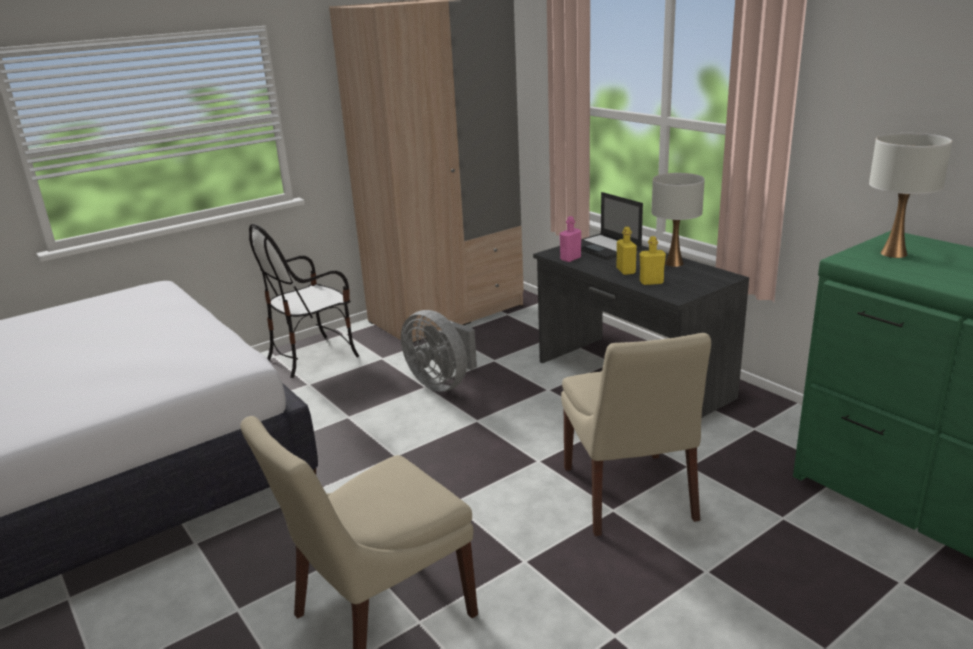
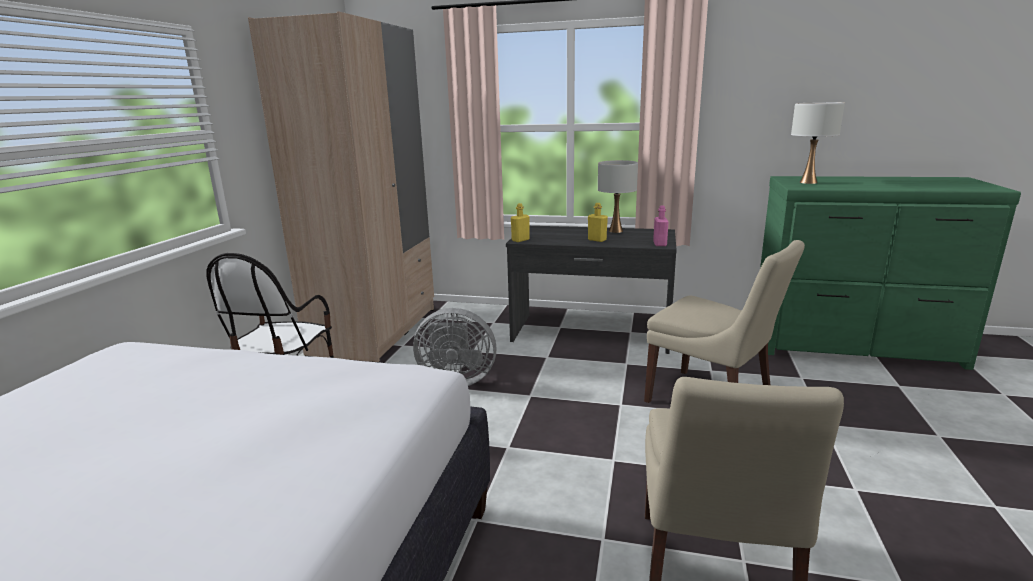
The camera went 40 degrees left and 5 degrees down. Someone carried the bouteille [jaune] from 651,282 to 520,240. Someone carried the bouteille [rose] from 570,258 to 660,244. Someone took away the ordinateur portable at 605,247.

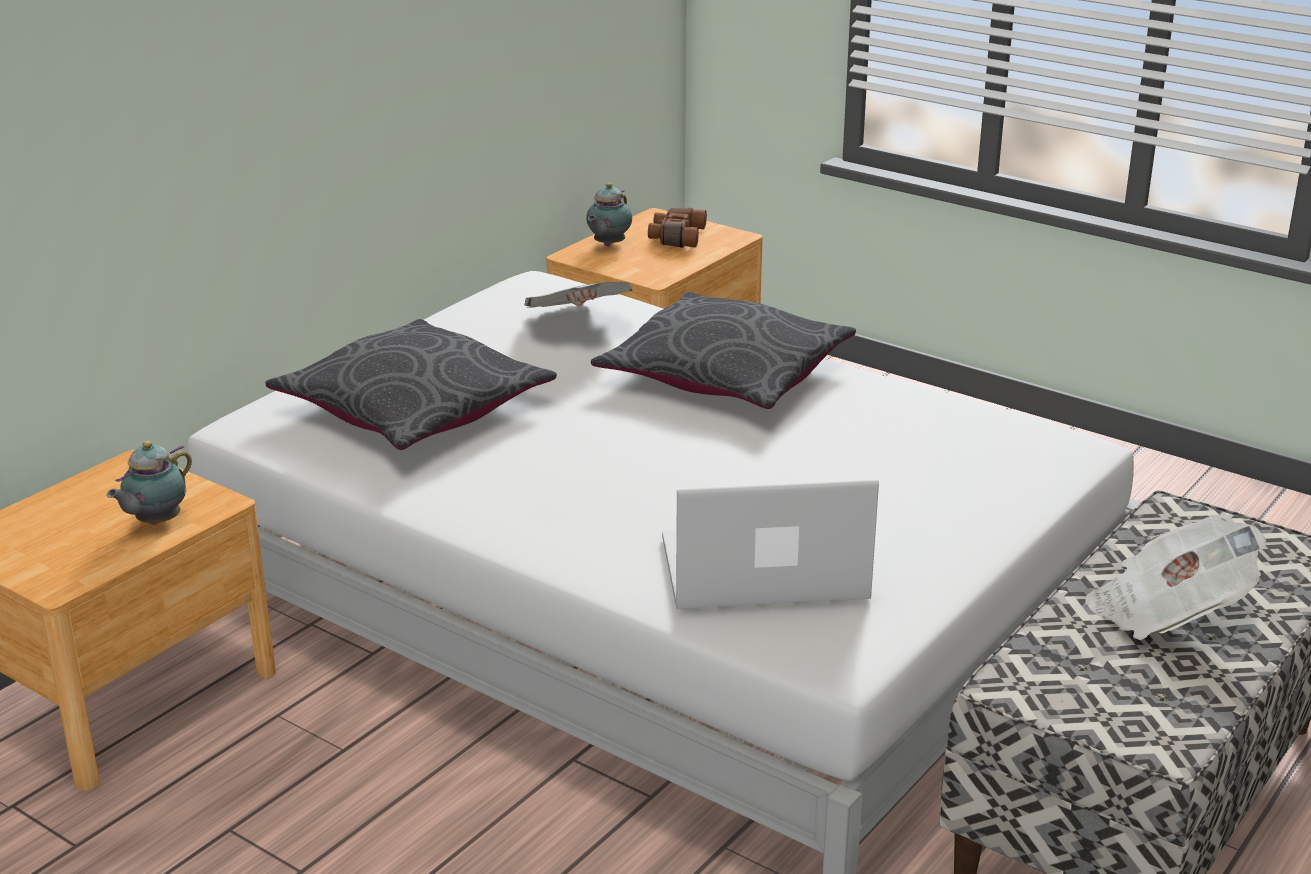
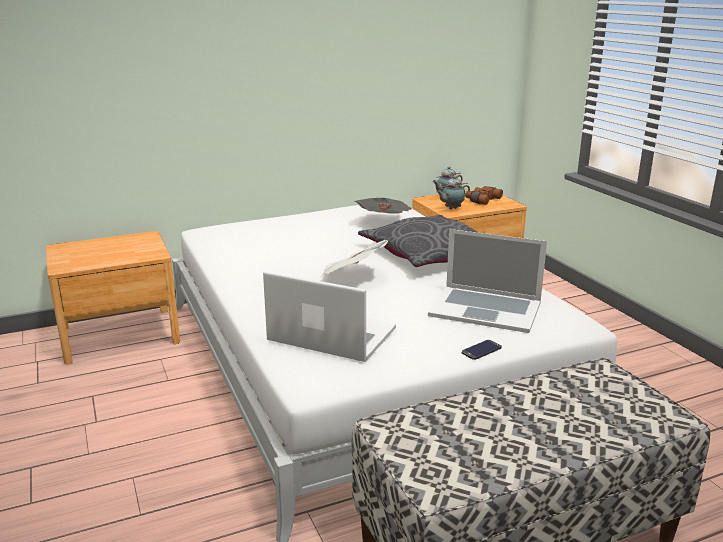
The camera went 30 degrees right and 5 degrees down. Someone carried the journal from 1167,613 to 352,275. Someone put down the ordinateur portable at 485,309. Someone carried the théière from 156,522 to 451,209. Someone put down the téléphone at 481,350. Someone took away the coussin [gris] at 413,408.

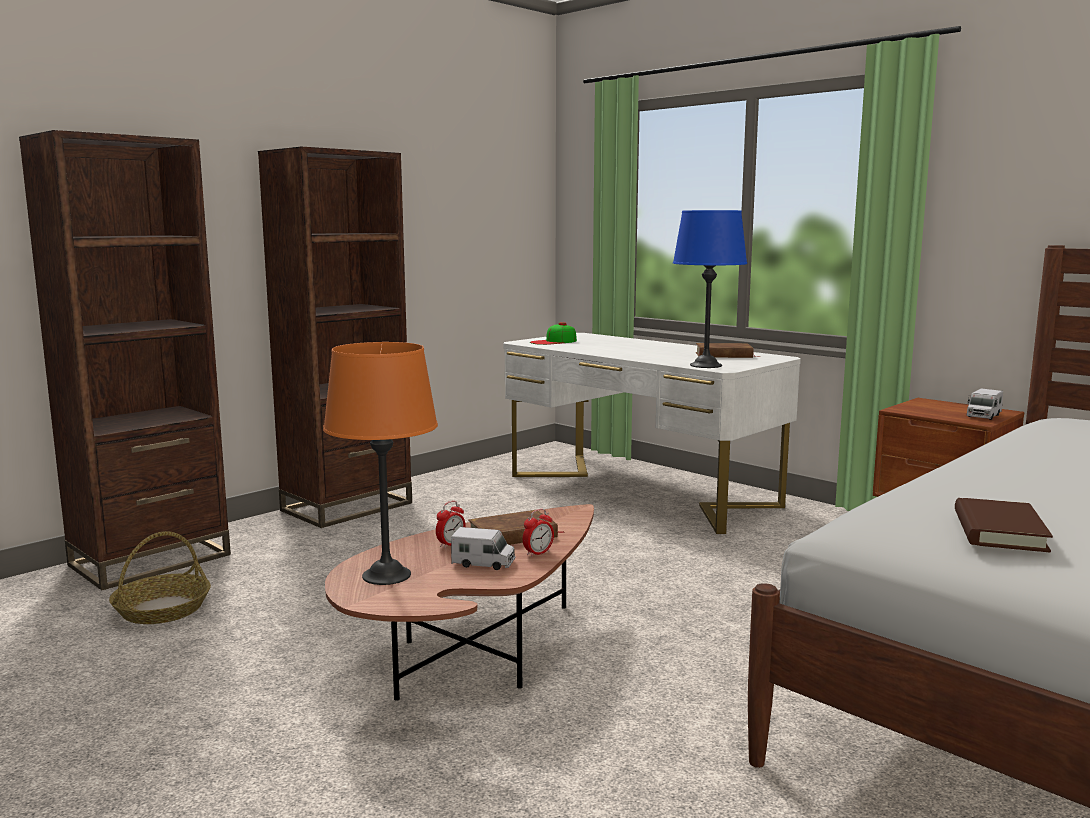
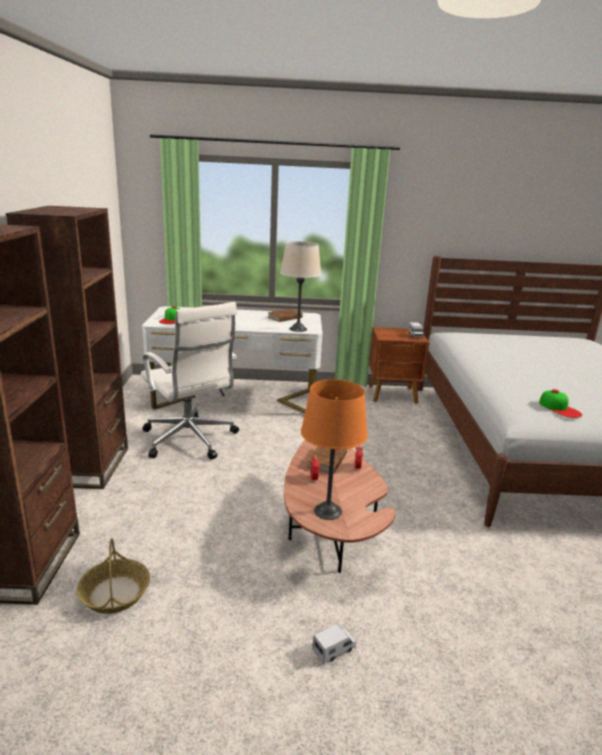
The camera went 45 degrees left and 10 degrees up. Someone put down the chaise de bureau [blanc] at 190,440. Someone repainted the lampe de table [bleu] at 705,365, which became the lampe de table [beige] at 298,329. Someone carried the camion jouet from 483,563 to 334,650. Someone swapped the livre [marron] at 999,531 for the casquette at 559,408.

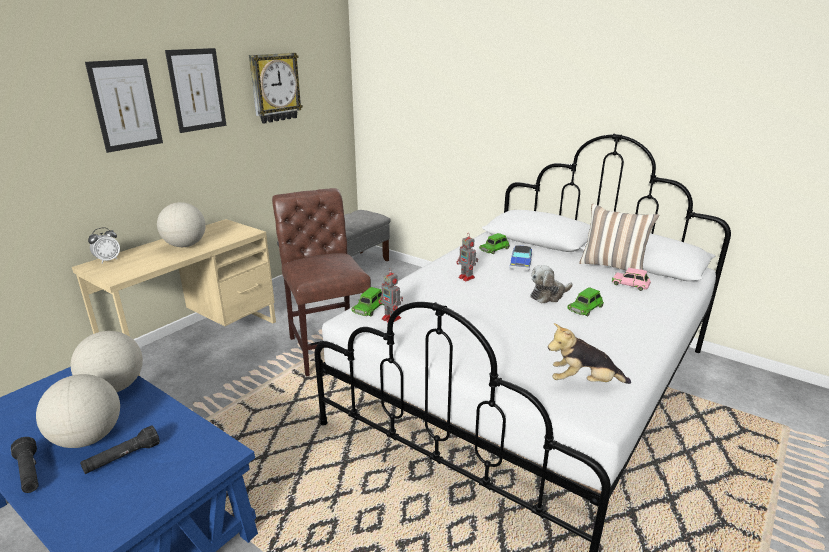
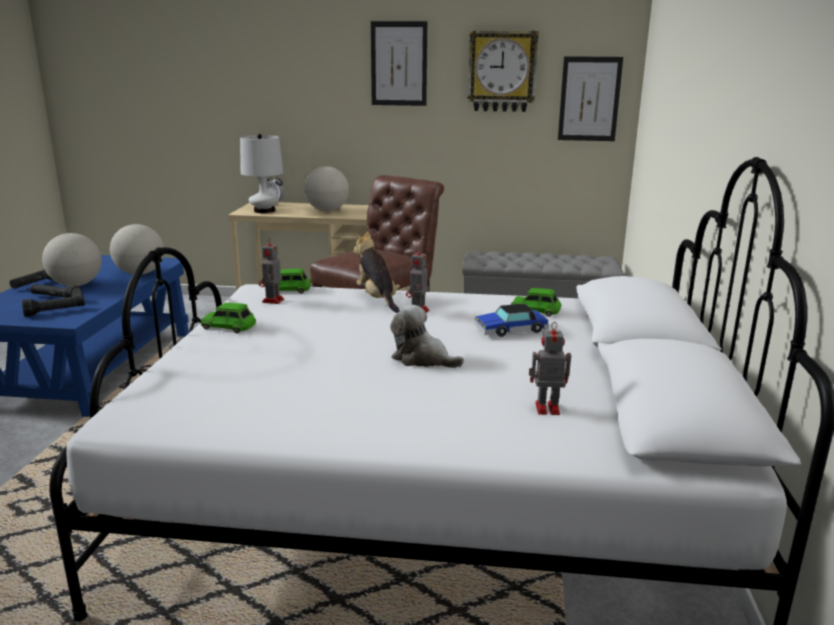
The camera went 60 degrees right and 5 degrees down. Someone put down the lampe de poche [noir] at 55,312. Someone carried the petite voiture [vert] from 585,307 to 229,326. Someone put down the lampe de table [blanc] at 264,211. Someone carried the peluche from 583,382 to 377,299. Someone swapped the petite voiture [rose] at 630,284 for the robot jouet at 545,408. Someone carried the tableau from 126,105 to 589,99. Someone took away the coussin at 613,266.

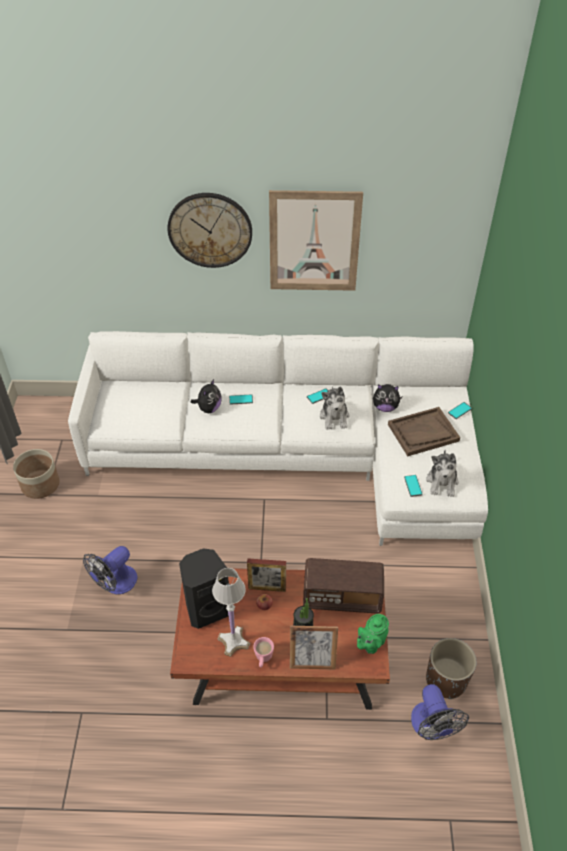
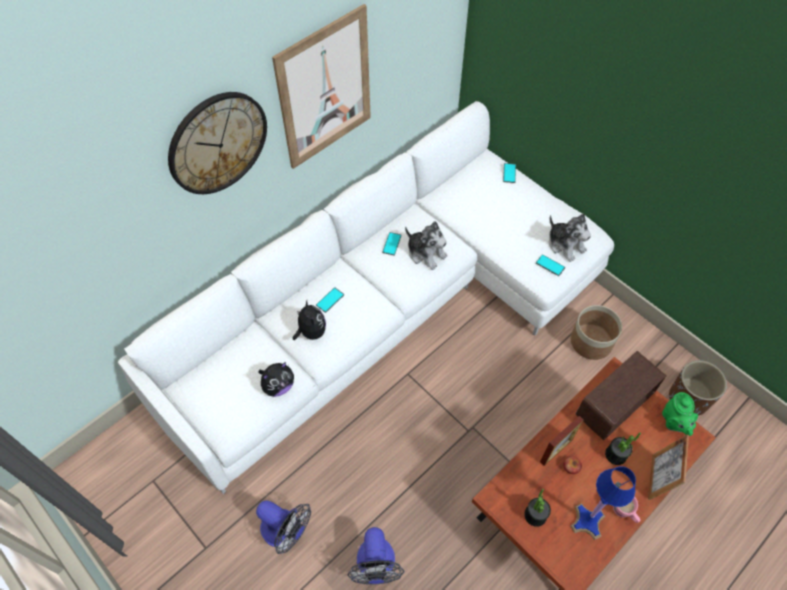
The camera went 45 degrees left and 10 degrees up. Someone carried the ventilateur from 432,727 to 286,531. Someone carried the peluche from 385,407 to 278,386. Someone swapped the enceinte [noir] at 207,609 for the plante en pot at 535,515. Someone carried the cache-pot from 40,484 to 591,341. Someone repainted the lampe de table [blanc] at 234,642, which became the lampe de table [bleu] at 588,521. Someone rotated the cadre photo at 312,662 by 150 degrees clockwise. Someone took away the plateau [marron] at 423,433.

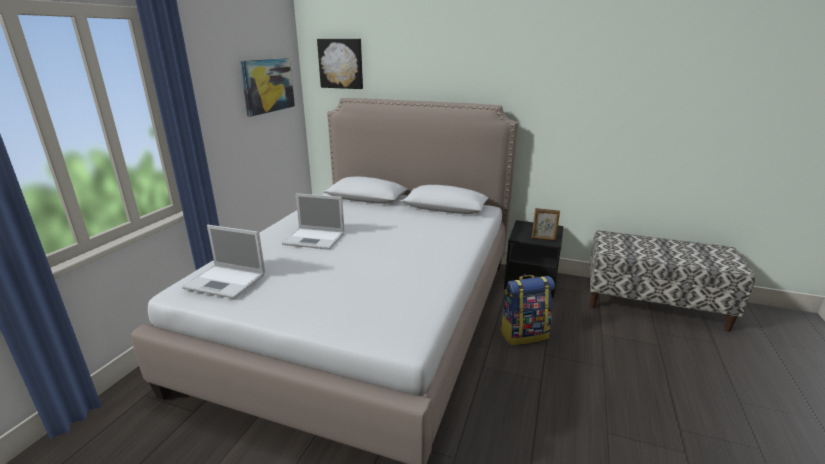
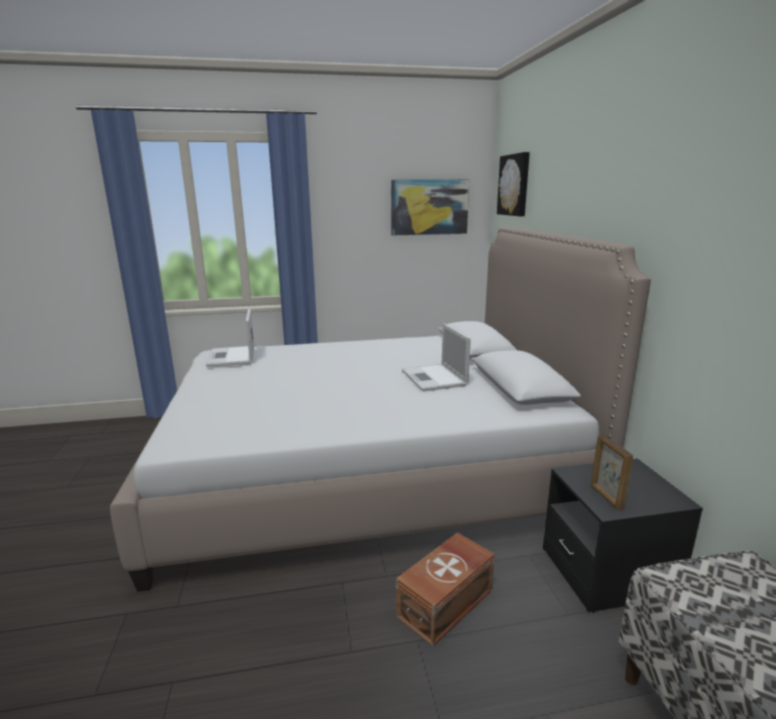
The camera went 60 degrees right and 5 degrees down. Someone swapped the sac à dos at 524,334 for the boîte de rangement [marron] at 447,603. Someone carried the ordinateur portable from 315,239 to 434,378.

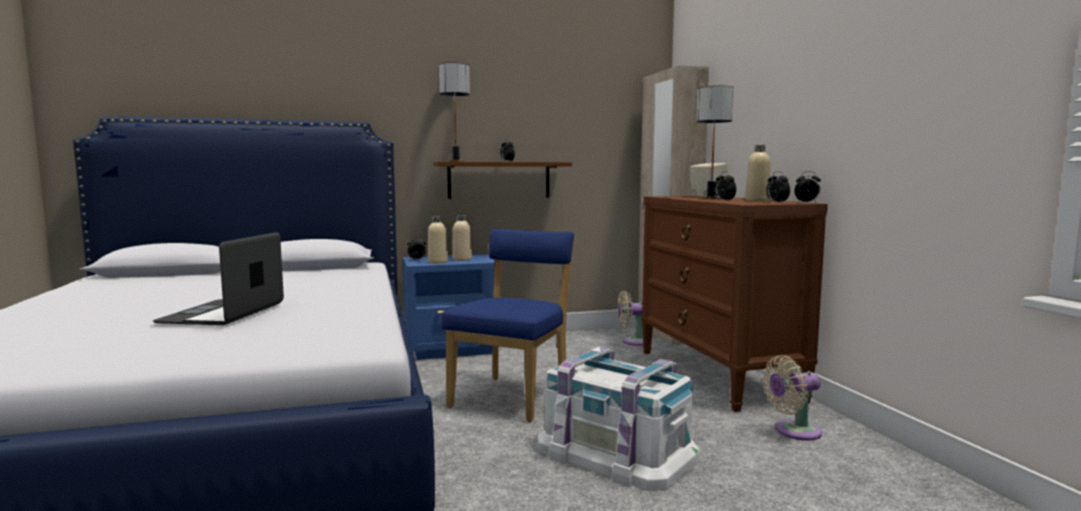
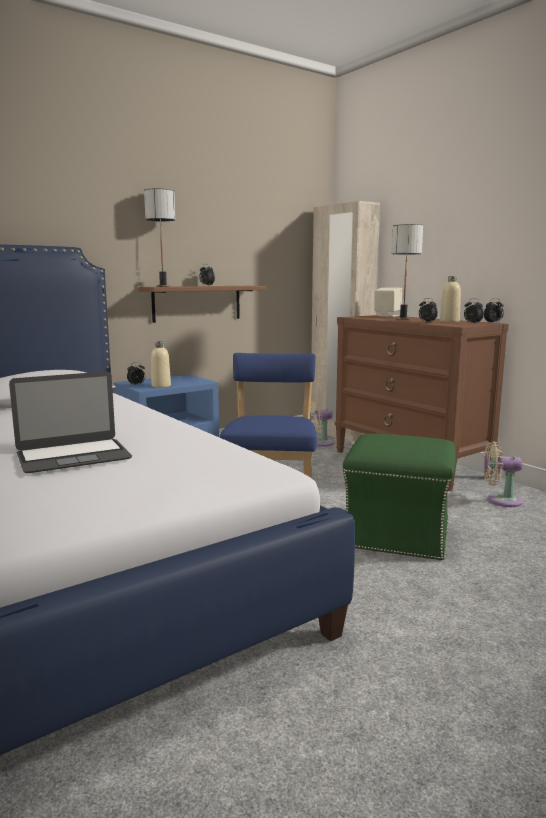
The camera went 20 degrees left and 5 degrees up. Someone rotated the ordinateur portable at 223,313 by 105 degrees counterclockwise. Someone swapped the boîte de rangement [blanc] at 617,452 for the pouf [vert] at 398,534. Someone rotated the ventilateur [beige] at 793,431 by 45 degrees clockwise. Someone took away the bouteille [beige] at 462,259.

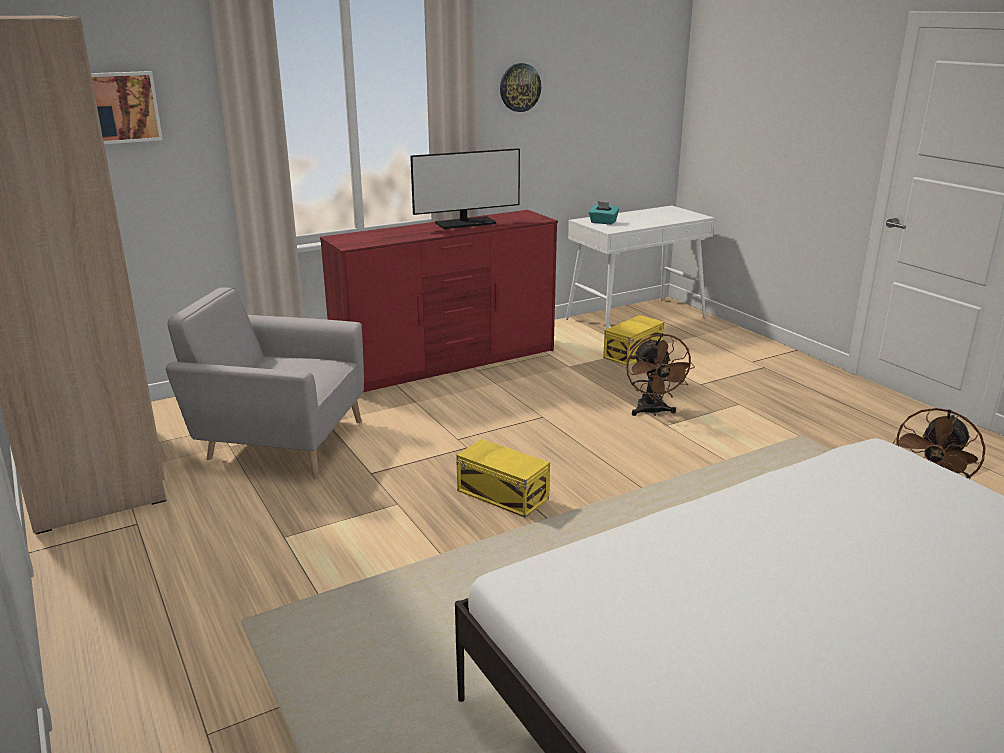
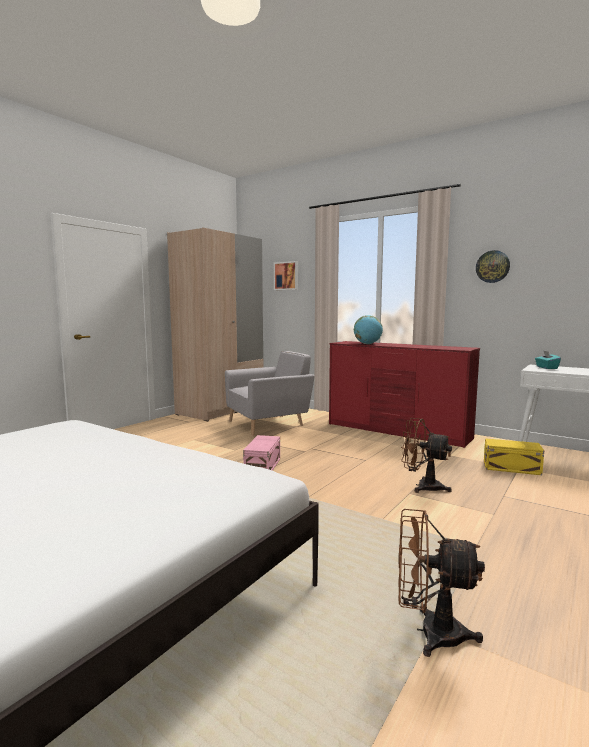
The camera went 65 degrees right and 15 degrees down. Someone rotated the fauteuil [gris] at 279,442 by 75 degrees clockwise. Someone repainted the boîte de rangement [jaune] at 502,494, which became the boîte de rangement [rose] at 263,466. Someone put down the globe at 367,344. Someone rotated the ventilateur [marron] at 652,412 by 60 degrees clockwise. Someone took away the écran d'ordinateur at 465,223.

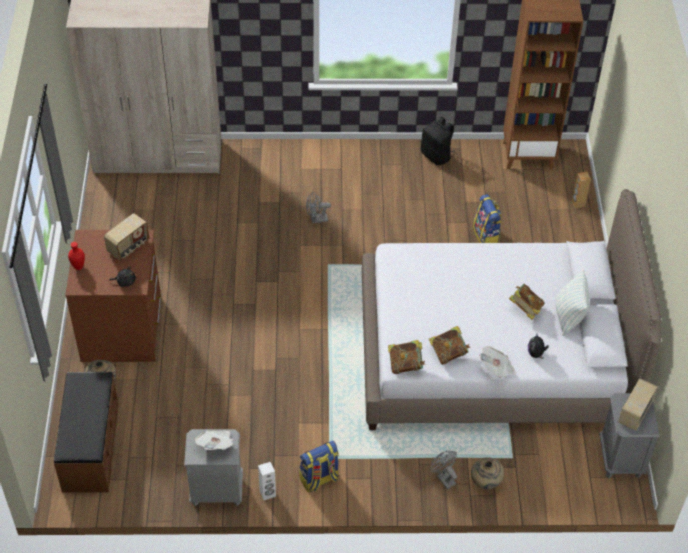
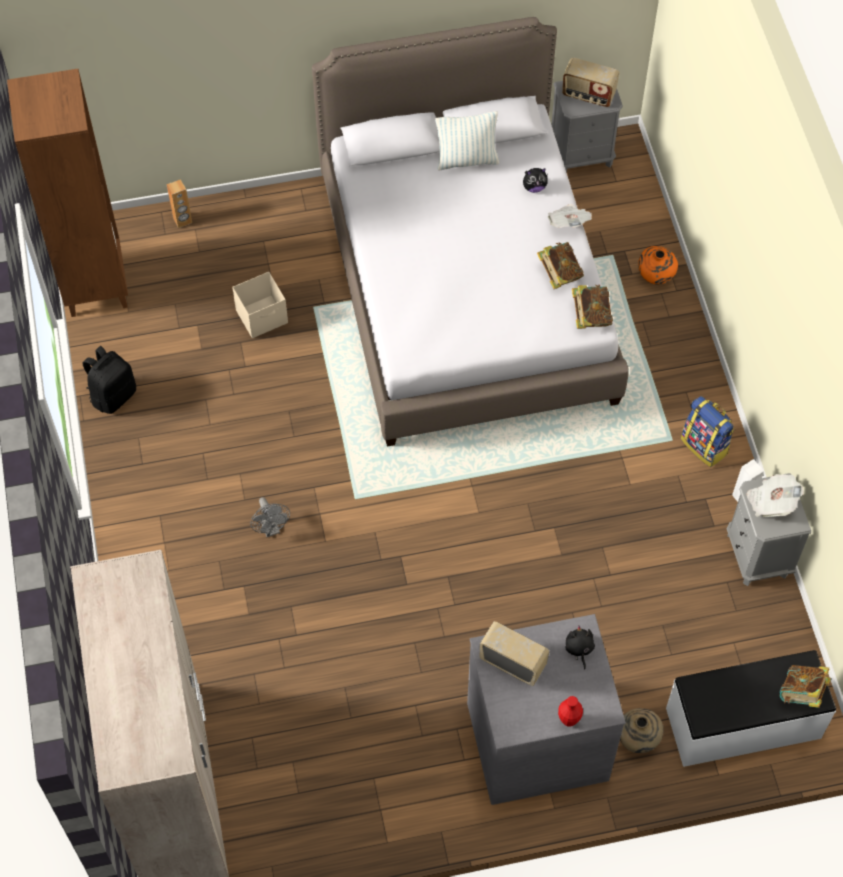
The camera went 100 degrees left and 10 degrees up. Someone swapped the sac à dos at 486,236 for the boîte de rangement [beige] at 263,317. Someone repainted the commode [marron] at 123,329, which became the commode [gris] at 536,739. Someone repainted the vase [beige] at 485,483, which became the vase [orange] at 655,277. Someone repainted the banc [marron] at 90,447, which became the banc [blanc] at 743,724. Someone carried the livre from 525,309 to 801,693. Someone took away the ventilateur [gris] at 443,478.

